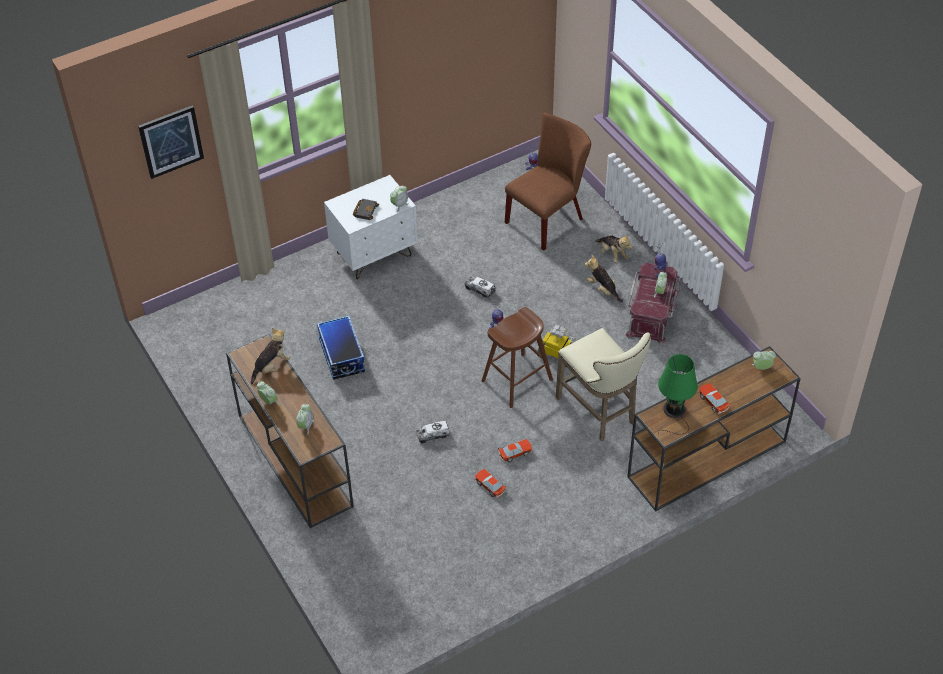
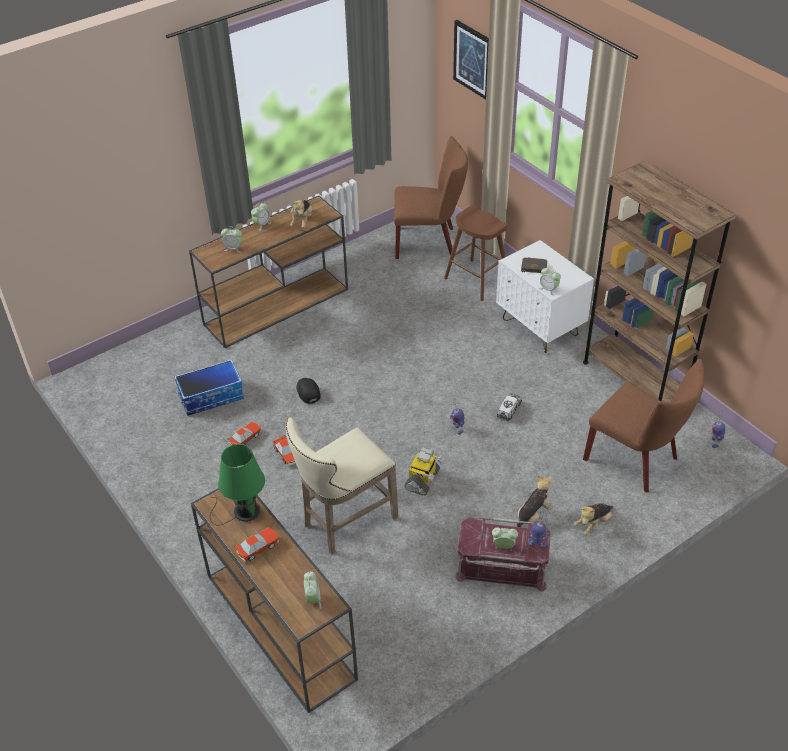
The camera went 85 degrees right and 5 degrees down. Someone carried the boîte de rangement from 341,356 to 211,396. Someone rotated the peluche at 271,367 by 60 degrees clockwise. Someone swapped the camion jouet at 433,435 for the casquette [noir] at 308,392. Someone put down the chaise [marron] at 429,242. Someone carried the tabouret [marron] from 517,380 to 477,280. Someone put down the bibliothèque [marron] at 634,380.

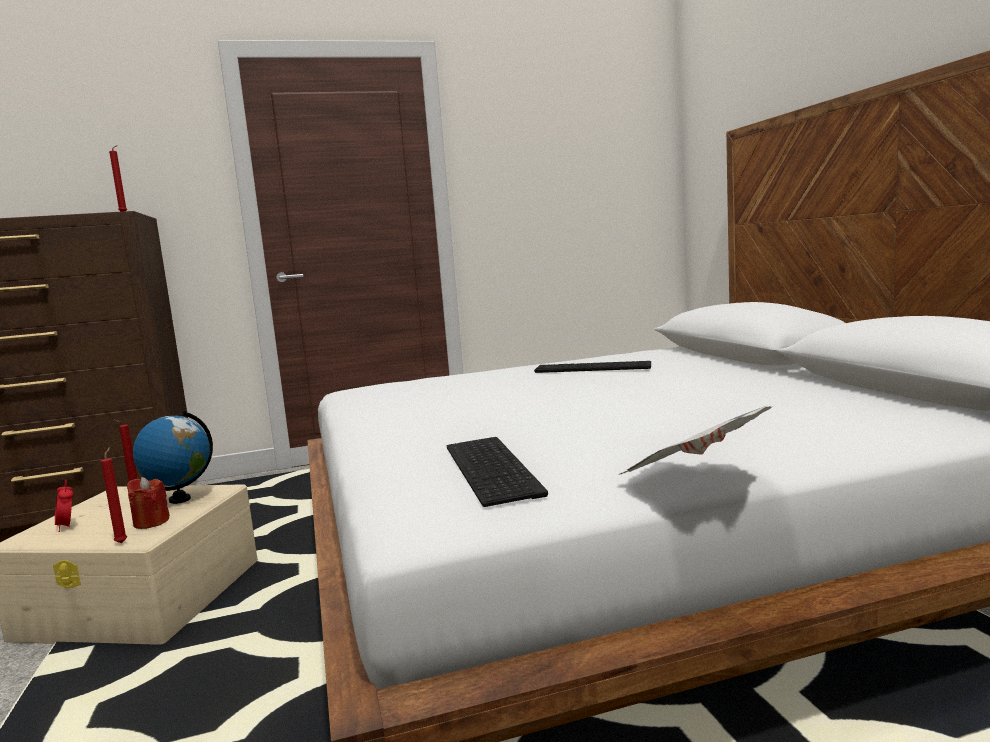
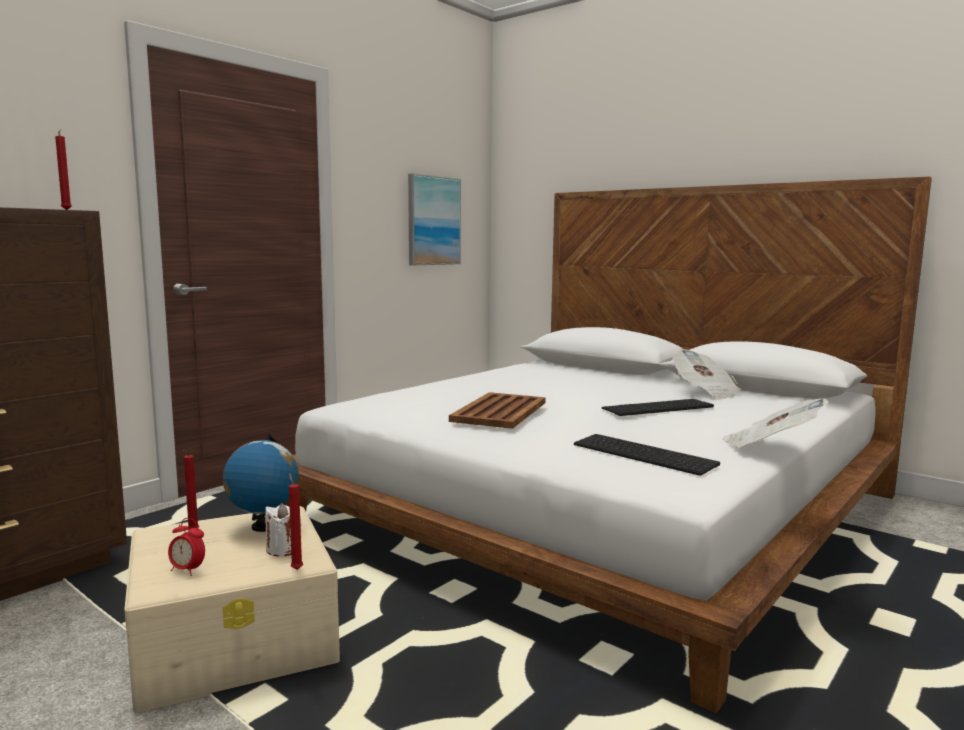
The camera went 35 degrees left and 0 degrees up. Someone repainted the bougie [rouge] at 151,522, which became the bougie [blanc] at 283,549. Someone put up the tableau at 433,221. Someone put down the plateau [marron] at 500,411. Someone carried the clavier from 591,368 to 658,408. Someone put down the journal at 705,392.

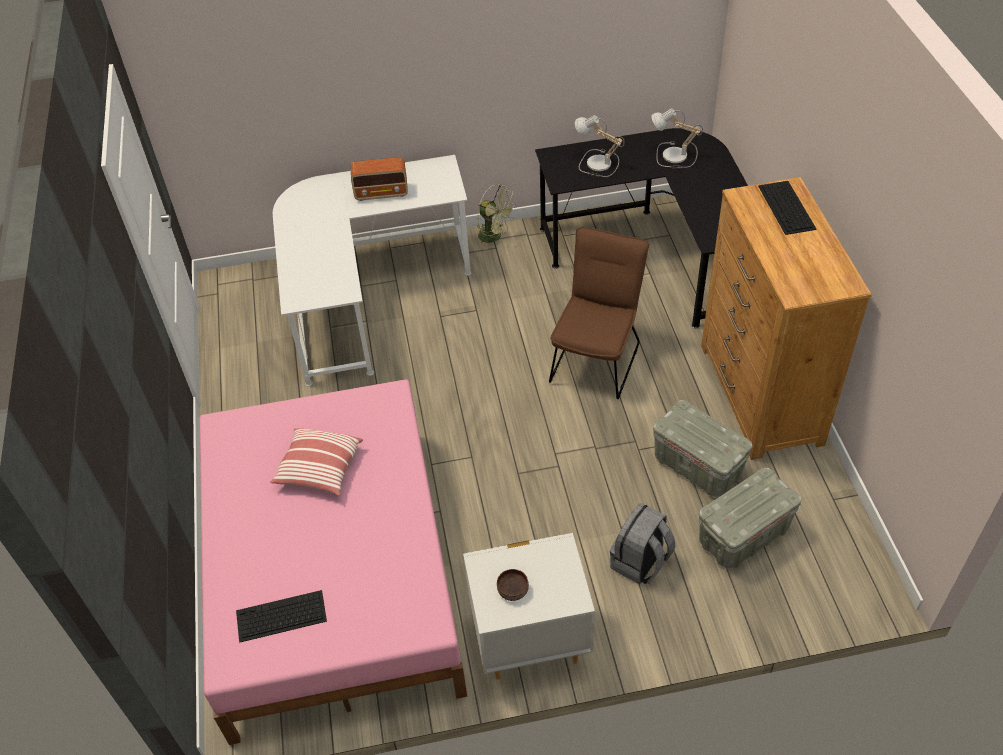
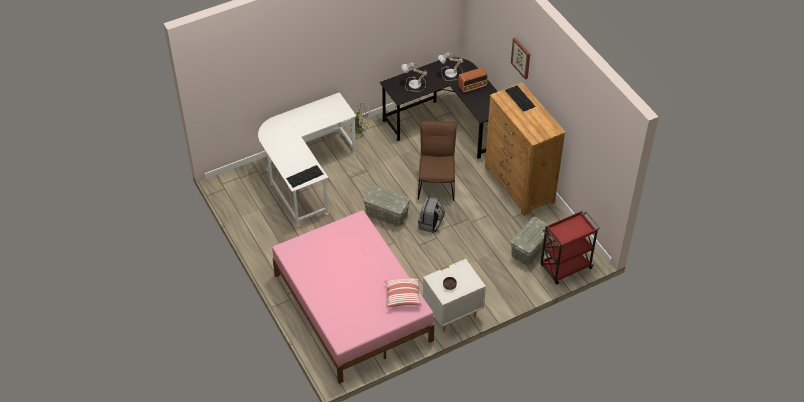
The camera went 20 degrees left and 0 degrees up. Someone carried the clavier from 280,616 to 304,176. Someone carried the boîte de rangement [gris] from 696,466 to 386,215. Someone carried the coussin from 319,469 to 403,297. Someone carried the sac à dos [gris] from 640,562 to 430,224. Someone carried the radio from 382,193 to 473,86. Someone put up the tableau at 521,58. Someone put down the chariot [rouge] at 565,267.

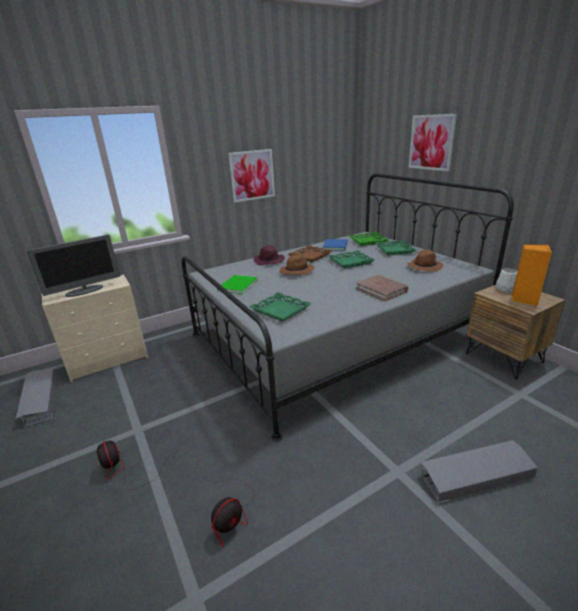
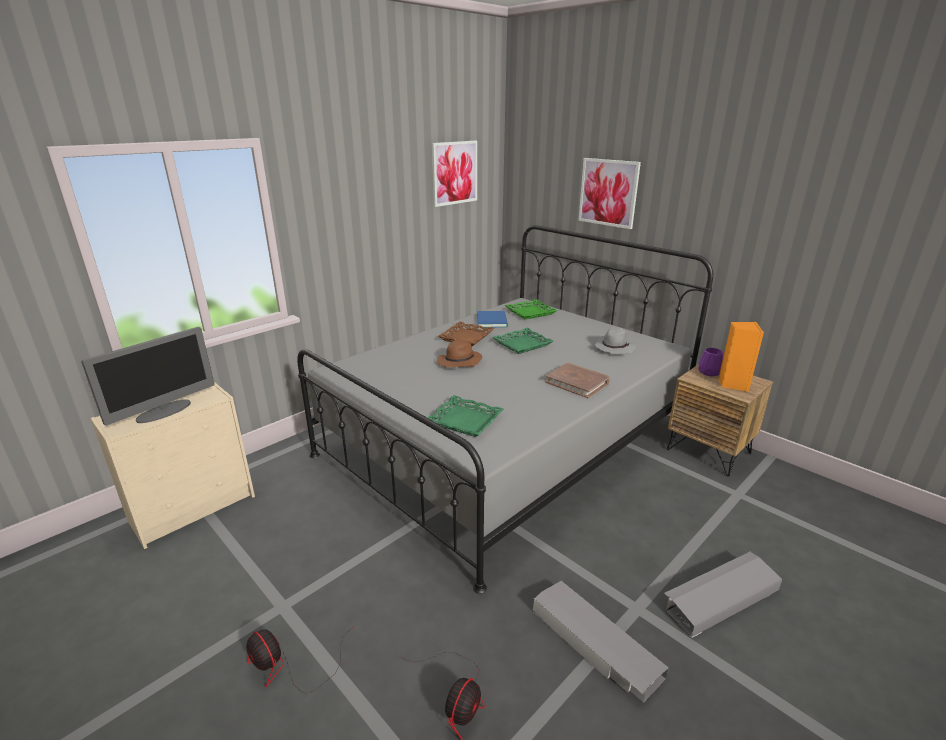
The camera went 15 degrees left and 0 degrees up. Someone carried the tableau from 252,175 to 454,173. Someone carried the boîte de rangement [gris] from 39,400 to 595,644. Someone repainted the chapeau [marron] at 424,266, which became the chapeau [gris] at 614,347. Someone repainted the vase [blanc] at 506,290, which became the vase [violet] at 709,372. Someone took away the livre [vert] at 236,286. Someone took away the chapeau [violet] at 269,261. Someone took away the plateau [vert] at 395,250.

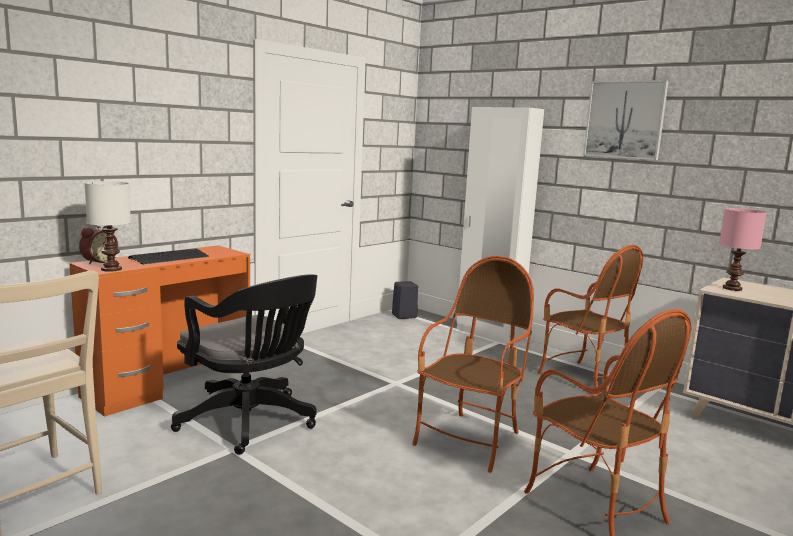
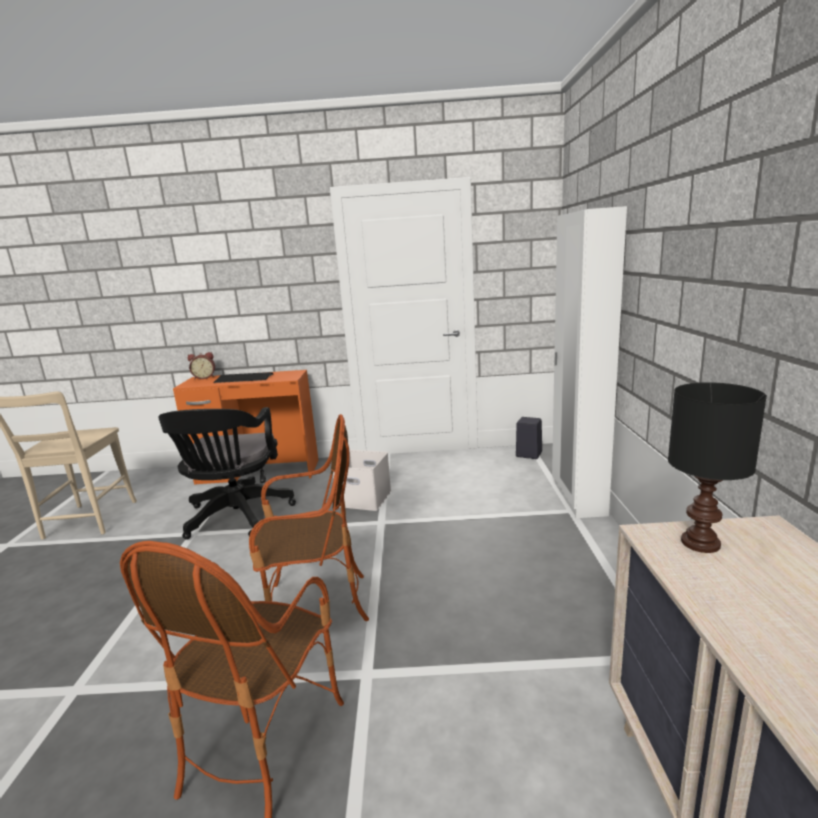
The camera went 50 degrees right and 5 degrees up. Someone put down the boîte de rangement [blanc] at 365,498. Someone repainted the lampe de table [rose] at 731,288, which became the lampe de table [noir] at 698,542. Someone took away the lampe de table [blanc] at 111,269. Someone took away the fauteuil at 583,378. Someone took away the tableau at 625,120.

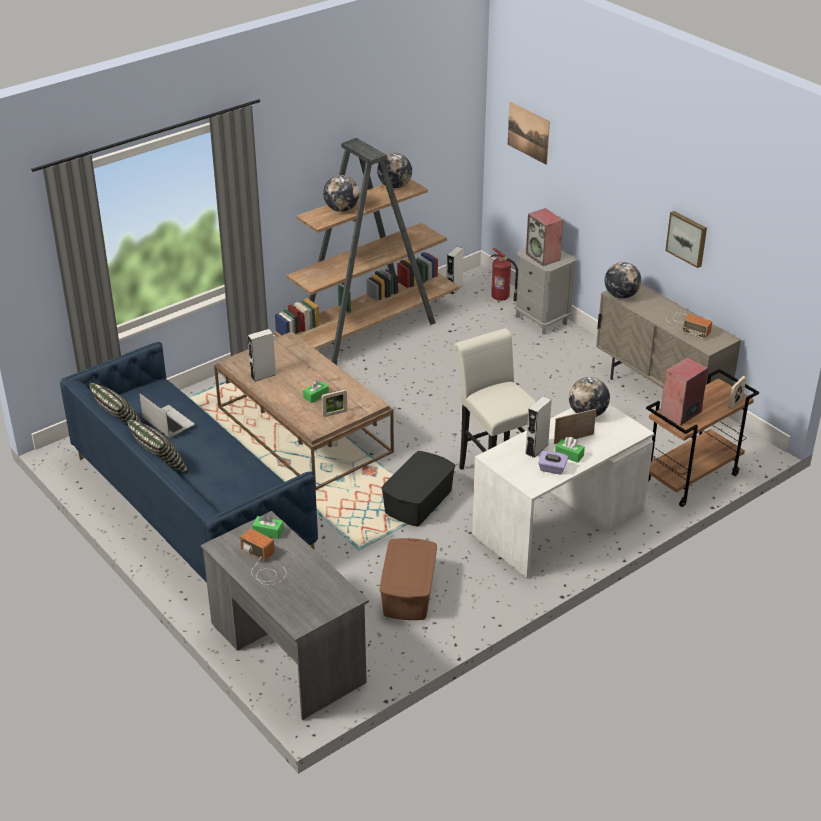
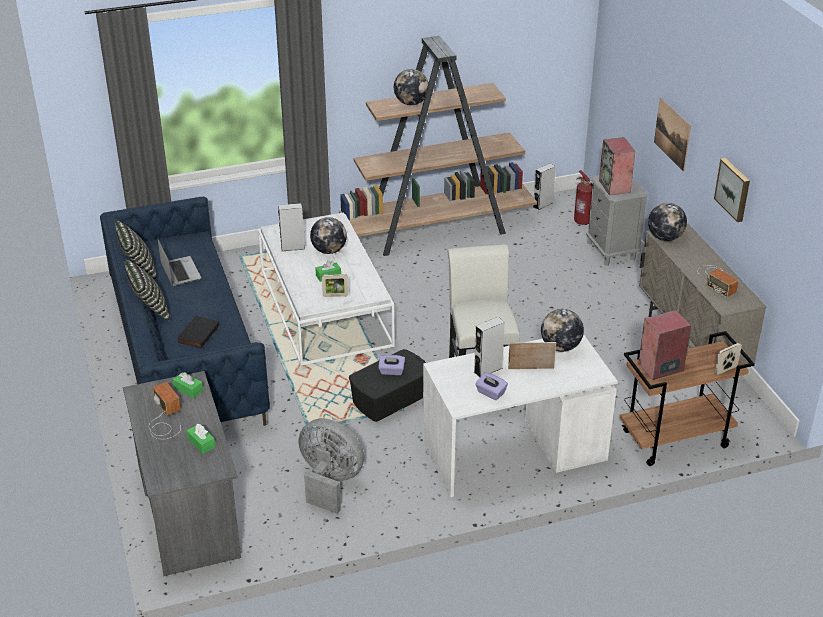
The camera went 20 degrees right and 0 degrees up. Someone put down the livre [noir] at 197,334. Someone carried the boîte à mouchoirs [vert] from 569,455 to 201,443. Someone repainted the table basse [marron] at 303,429, which became the table basse [blanc] at 324,307. Someone swapped the boîte de rangement [marron] at 408,593 for the ventilateur [gris] at 330,482. Someone carried the globe from 394,186 to 329,250. Someone put down the boîte à mouchoirs [violet] at 391,371. Someone carried the tableau from 528,133 to 672,134.

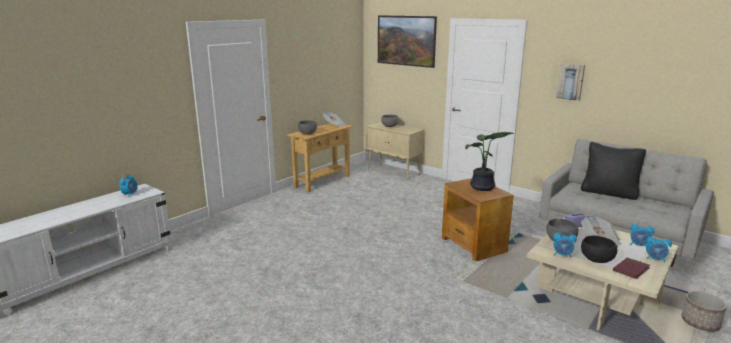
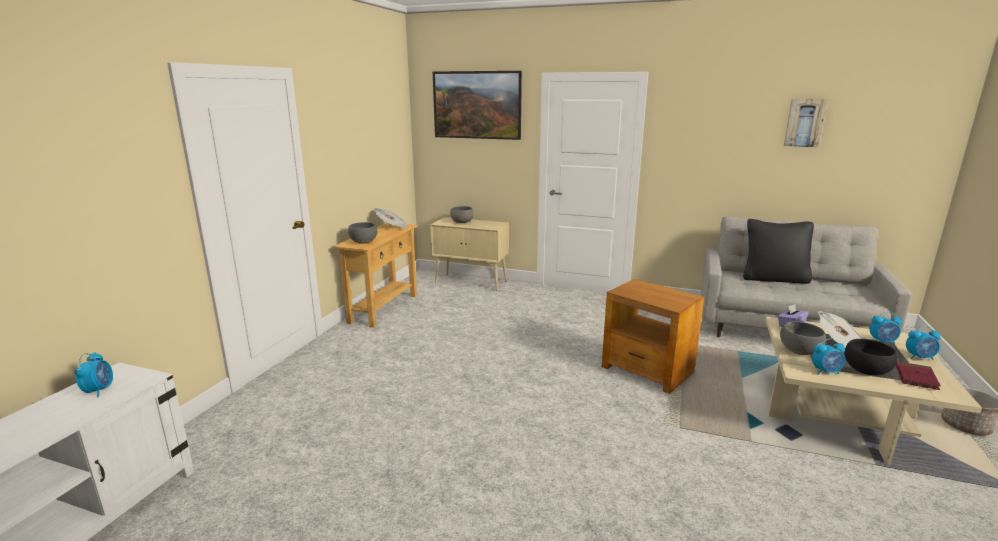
The camera went 20 degrees left and 0 degrees up. Someone carried the tableau from 570,81 to 804,123. Someone took away the plante en pot at 482,188.

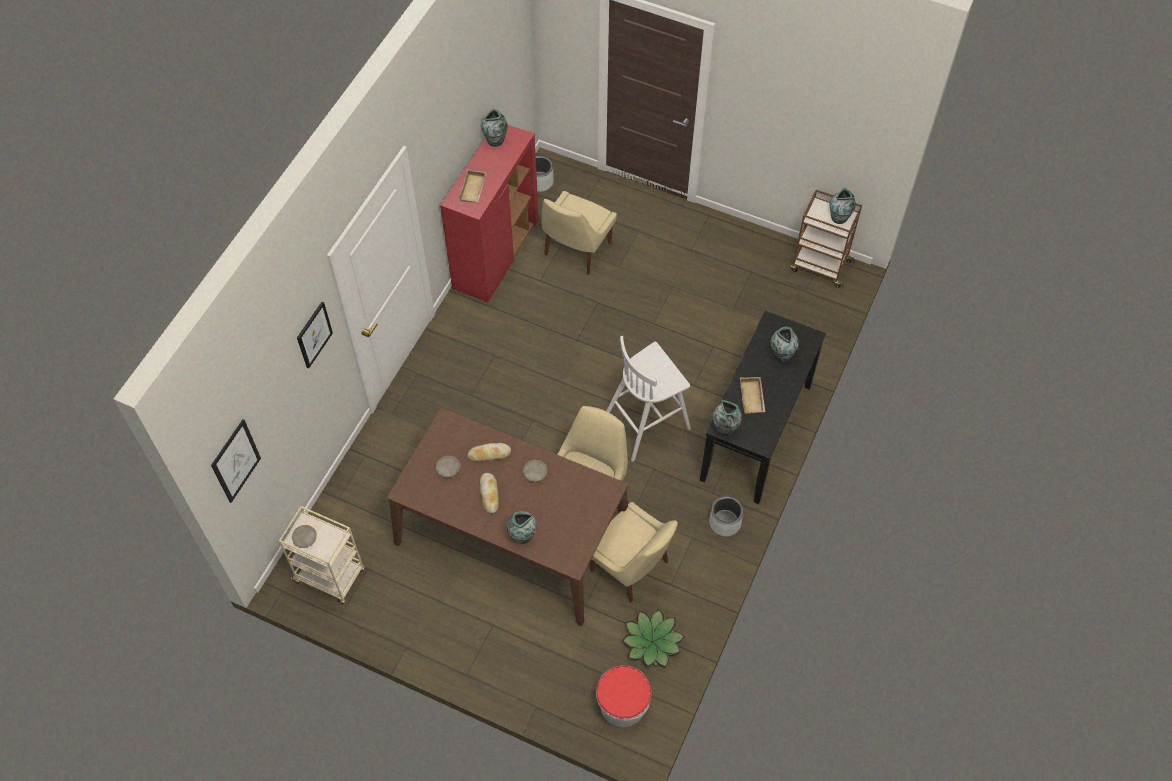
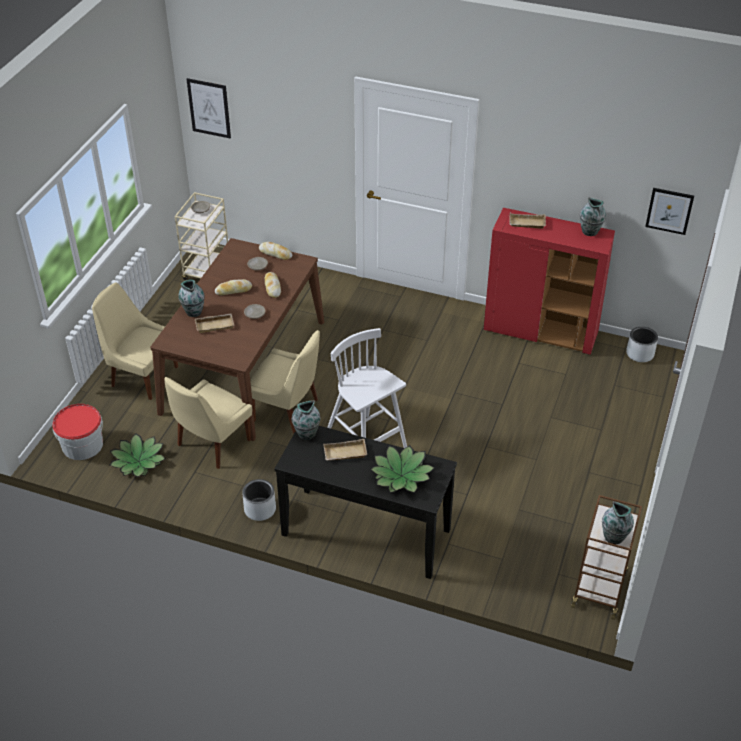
The camera went 85 degrees right and 15 degrees down. Someone carried the chaise [beige] from 576,250 to 142,376. Someone put down the plateau [beige] at 215,324. Someone put down the pain at 275,253. Someone swapped the vase at 782,354 for the plante en pot at 401,476. Someone carried the tableau from 314,334 to 669,210.

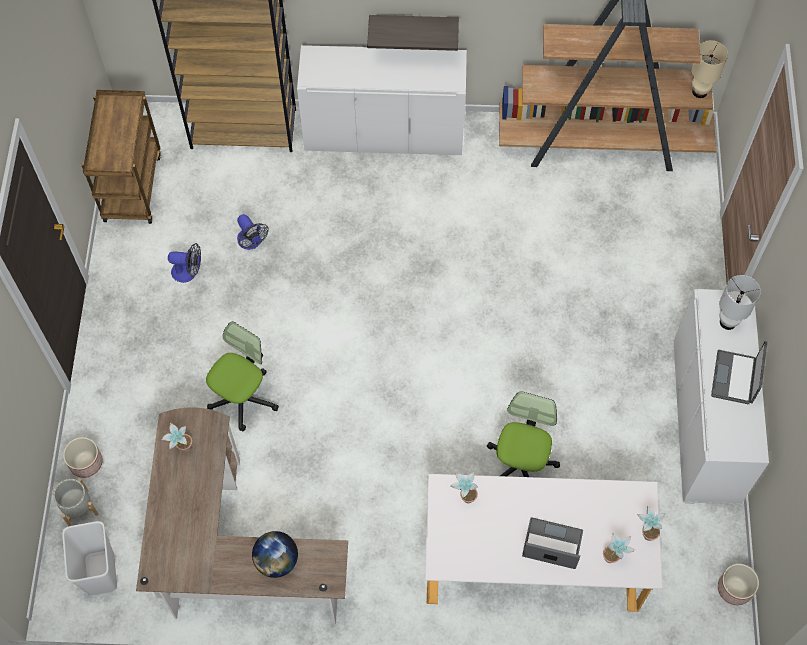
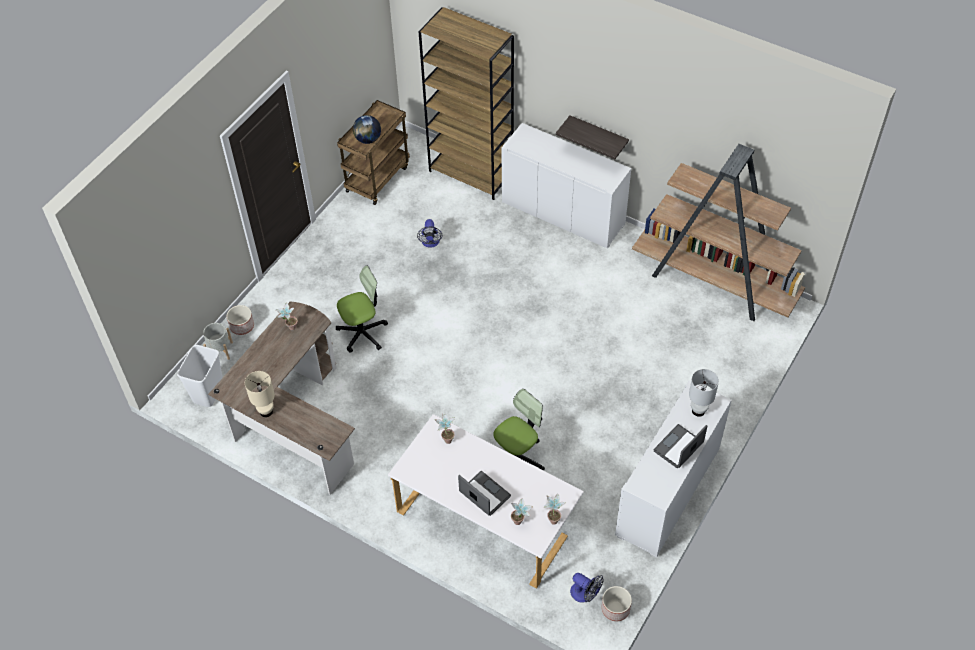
The camera went 30 degrees right and 10 degrees down. Someone carried the lampe de table [beige] from 699,91 to 266,411. Someone carried the globe from 277,561 to 368,139. Someone carried the ventilateur from 188,272 to 585,594.

